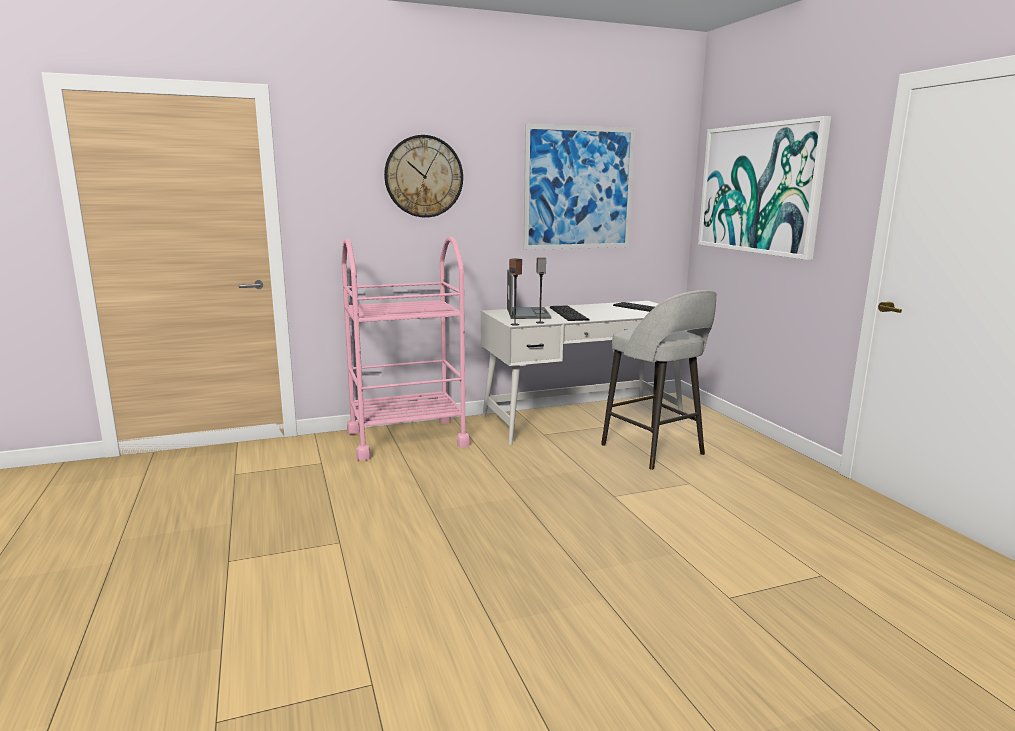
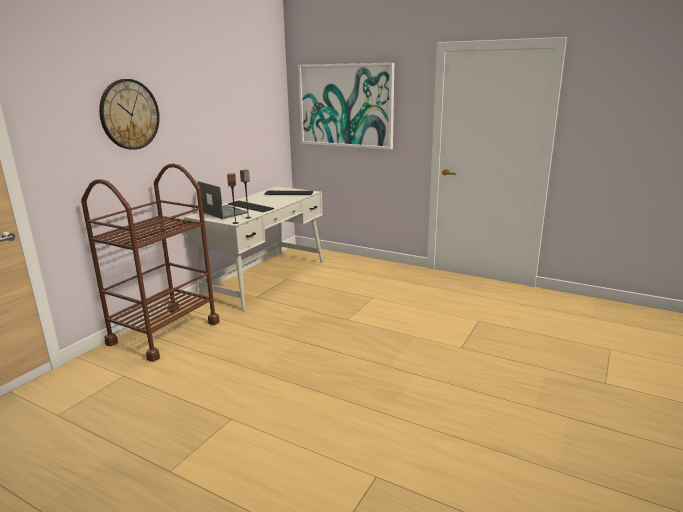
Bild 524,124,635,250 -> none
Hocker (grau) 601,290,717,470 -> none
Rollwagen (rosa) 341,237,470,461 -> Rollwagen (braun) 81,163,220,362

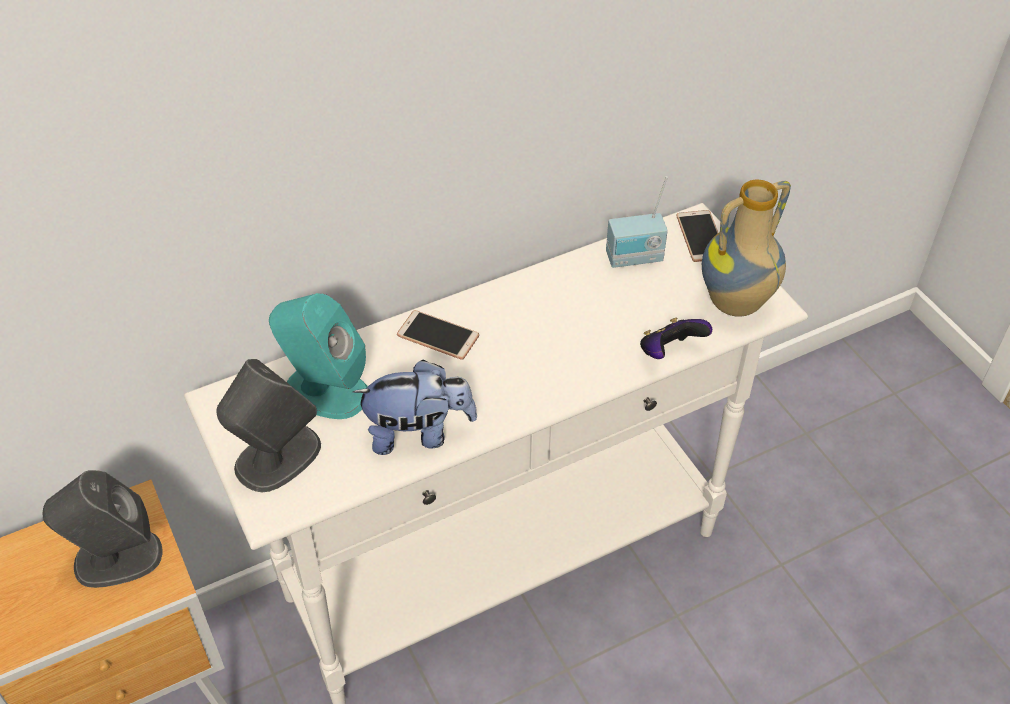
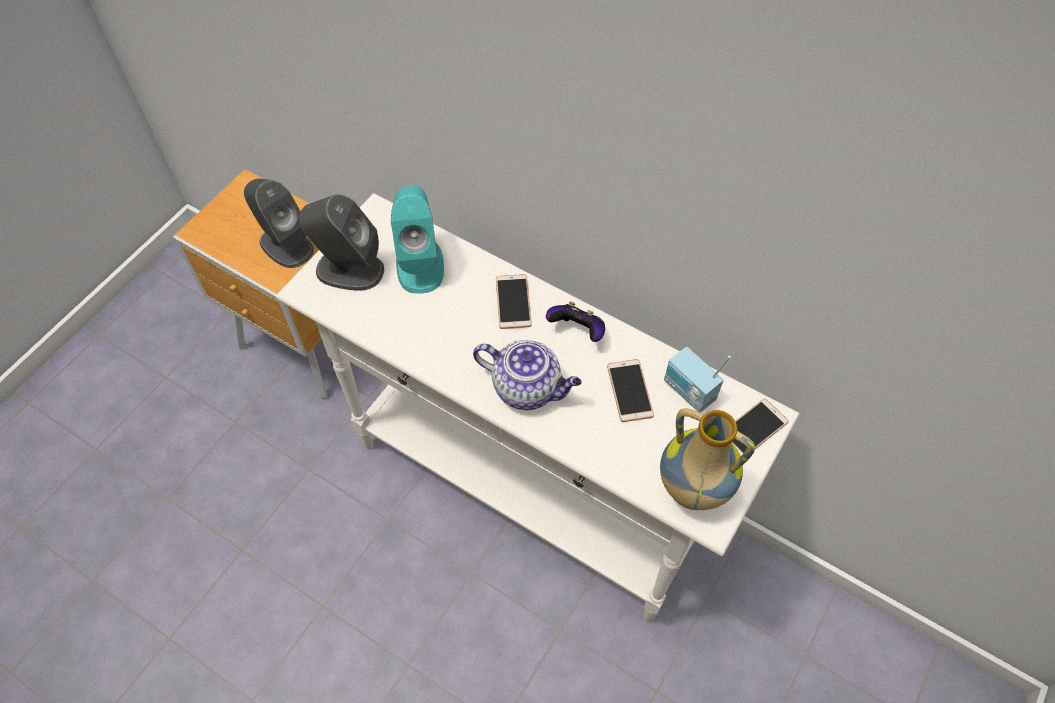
Plüschtier 353,360,477,455 -> none
none -> Teekanne 473,340,582,410
none -> Handy 607,359,654,422
Gamepad 640,317,712,359 -> Gamepad 546,302,605,342, moved

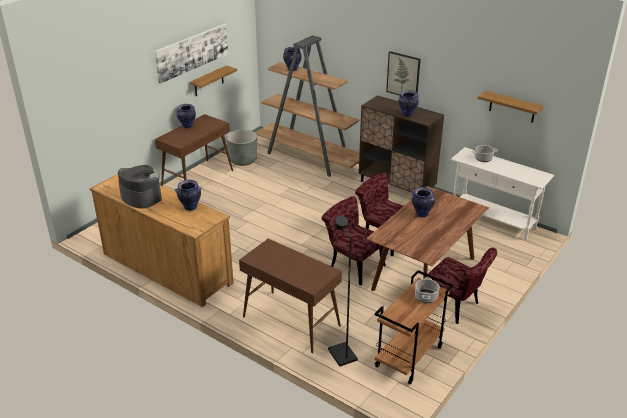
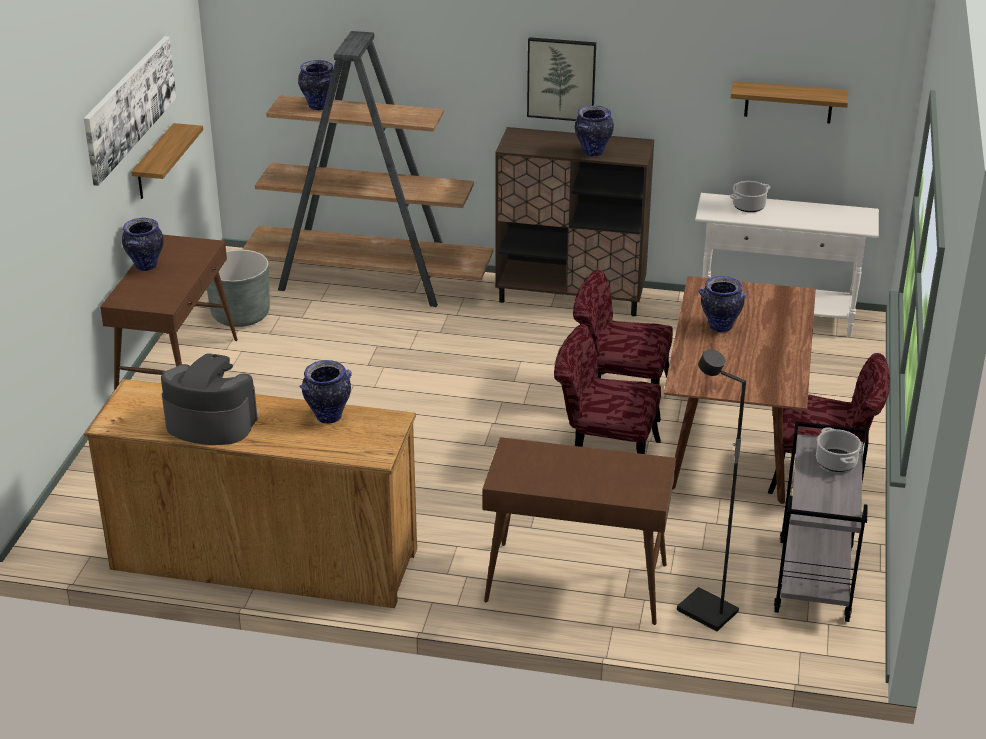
Rollwagen (braun) 374,270,454,384 -> Rollwagen (grau) 774,421,869,622

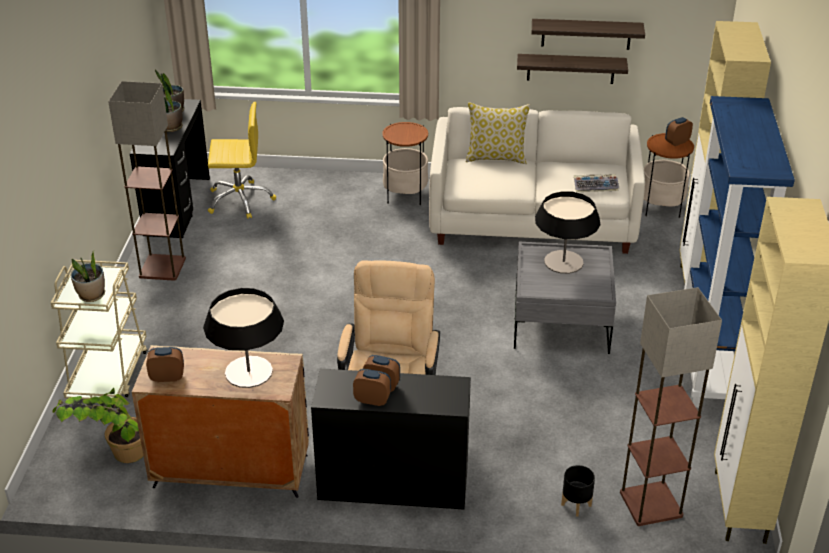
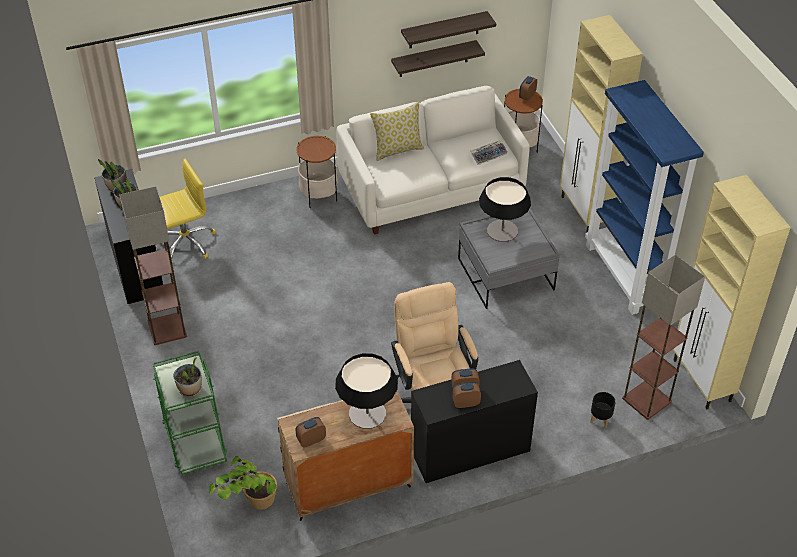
Rollwagen (beige) 51,260,148,399 -> Rollwagen (grün) 153,351,227,475

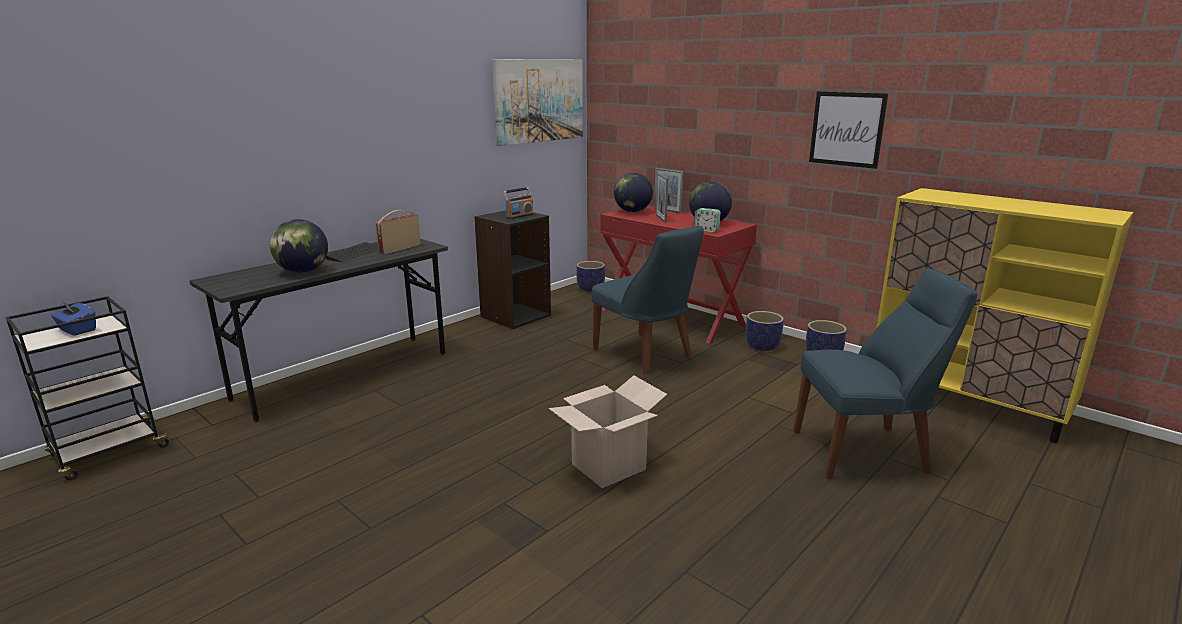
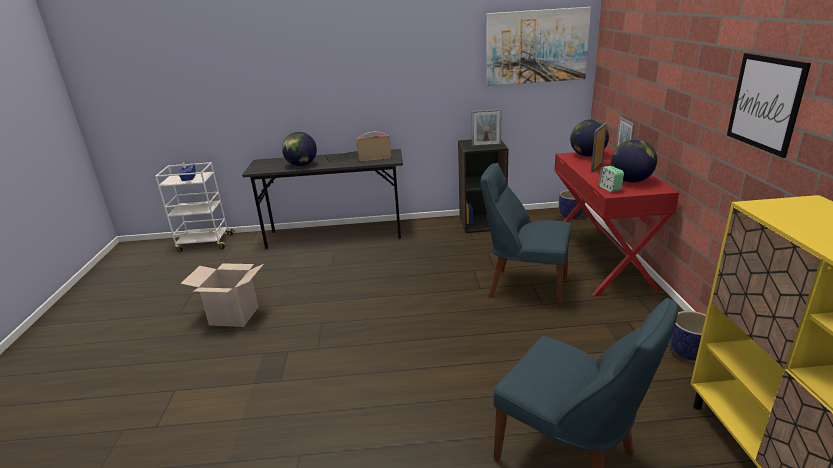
Pflanzkübel 746,311,784,351 -> none
Karton 549,375,667,488 -> Karton 180,263,264,327, moved
Radio 503,187,533,219 -> Bilderrahmen 472,109,502,147
Rollwagen (schwarz) 6,296,173,480 -> Rollwagen (weiß) 155,162,235,252
Stuhl (blau) 592,226,704,375 -> Stuhl (blau) 480,163,571,308, 105 degrees clockwise

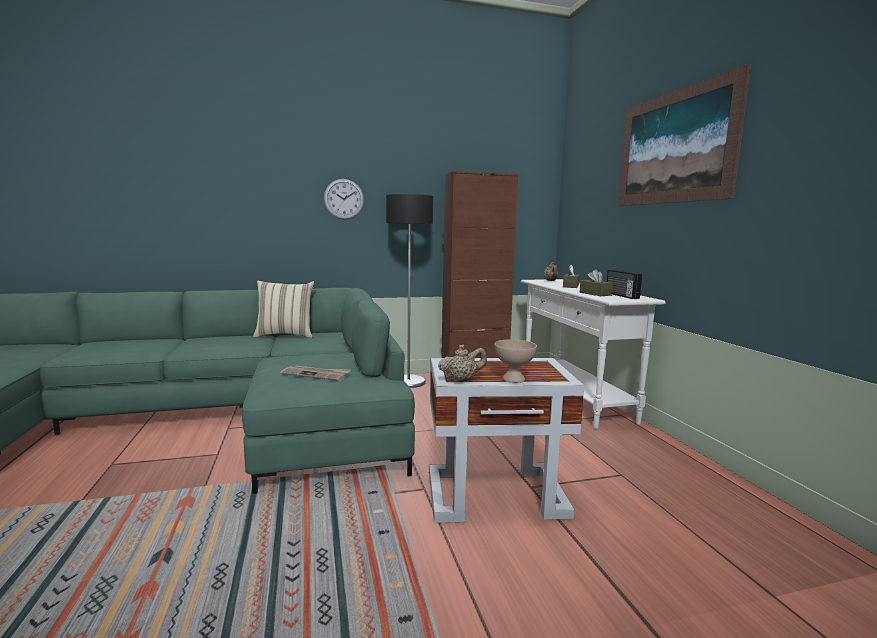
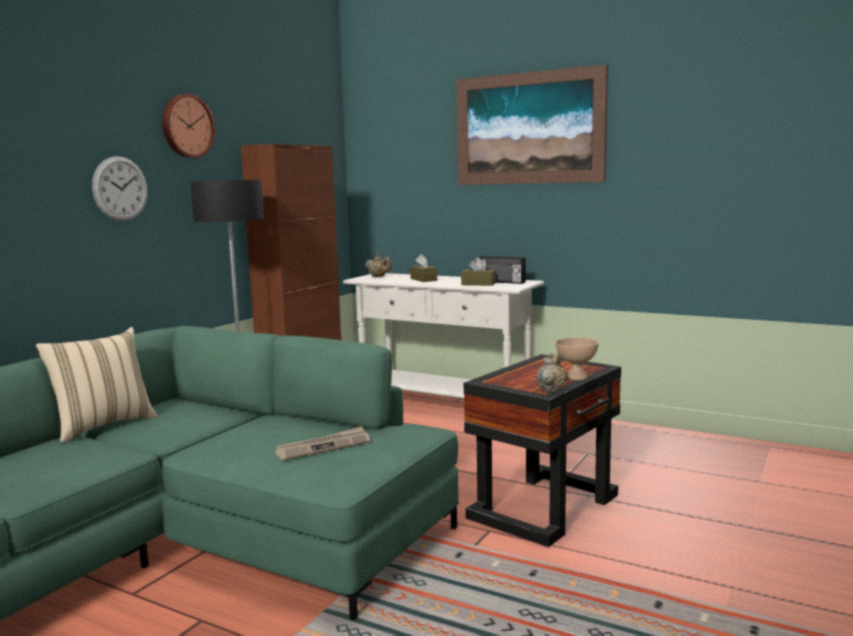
none -> Wanduhr 162,94,215,158
Beistelltisch (weiß) 429,358,584,523 -> Beistelltisch (schwarz) 464,354,621,547

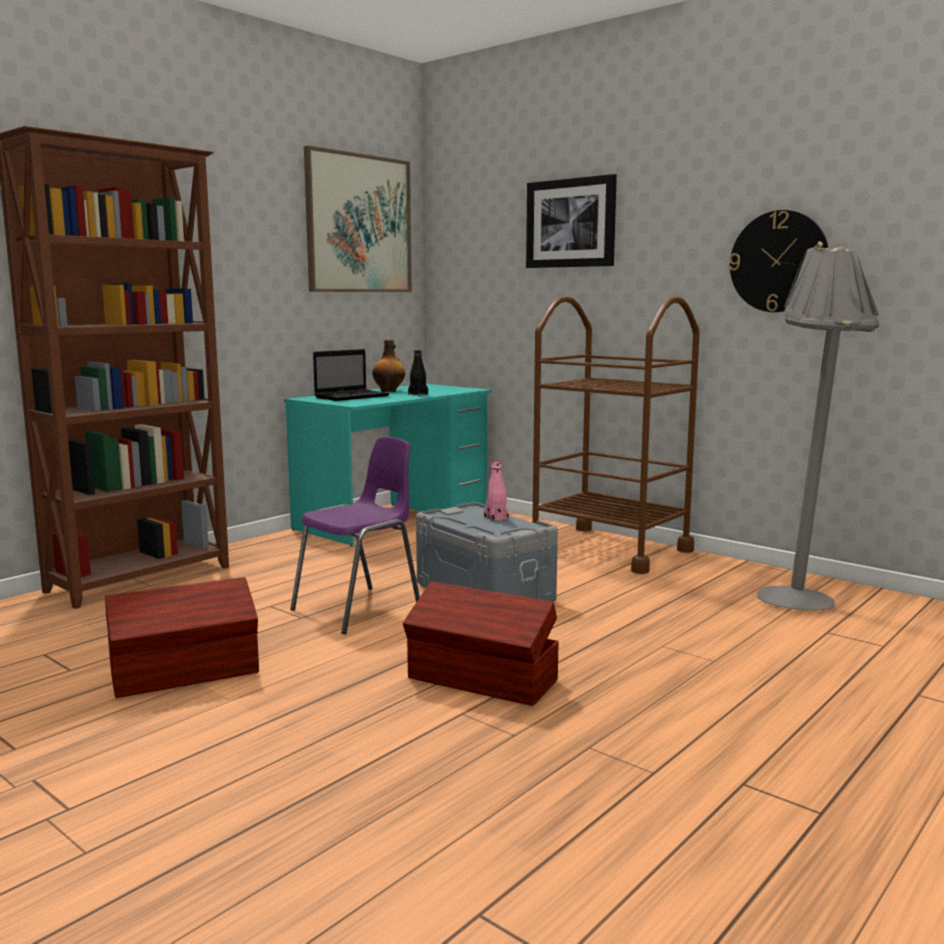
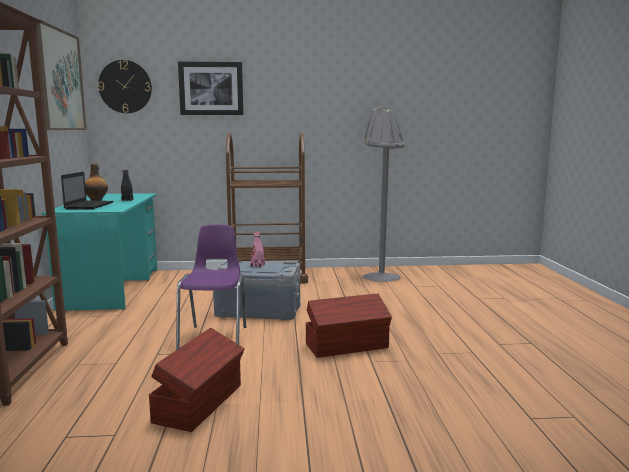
Wanduhr 729,210,828,312 -> Wanduhr 98,60,152,113, moved

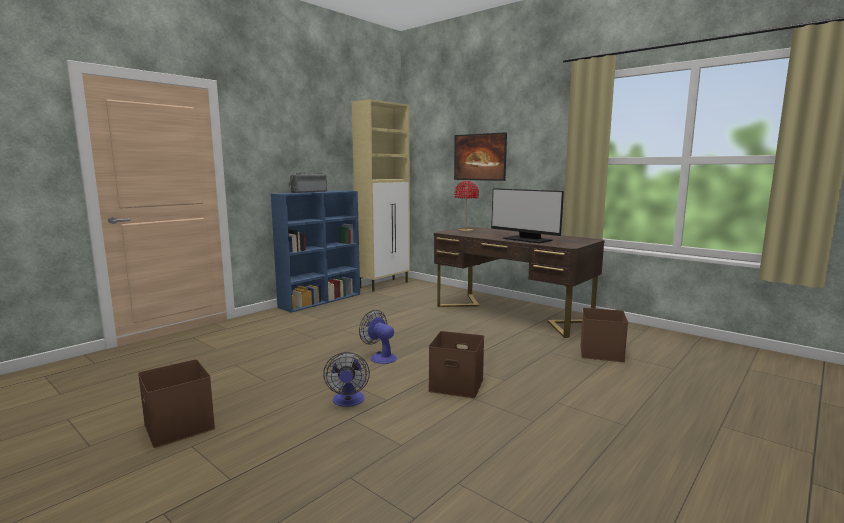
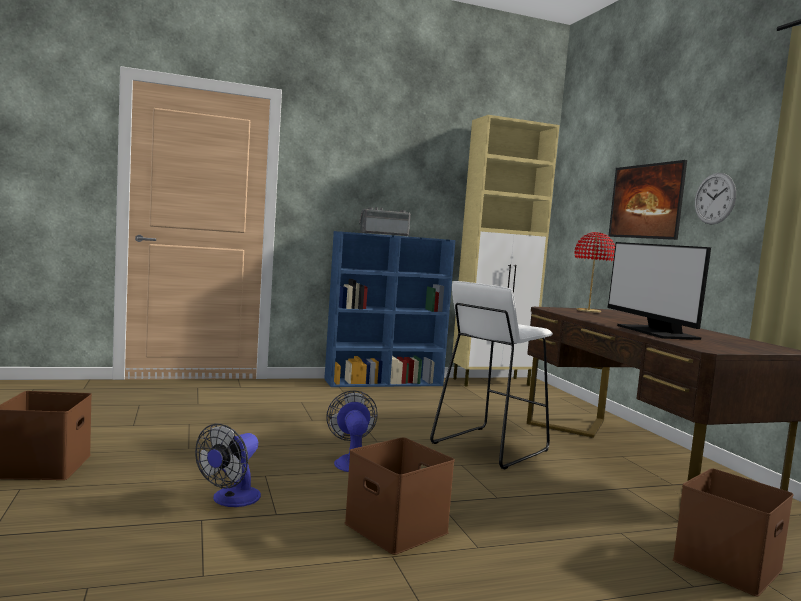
none -> Hocker (weiß) 430,281,553,470
none -> Wanduhr 695,173,736,225

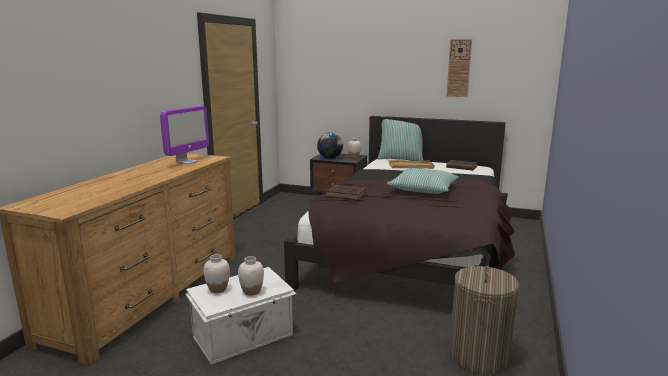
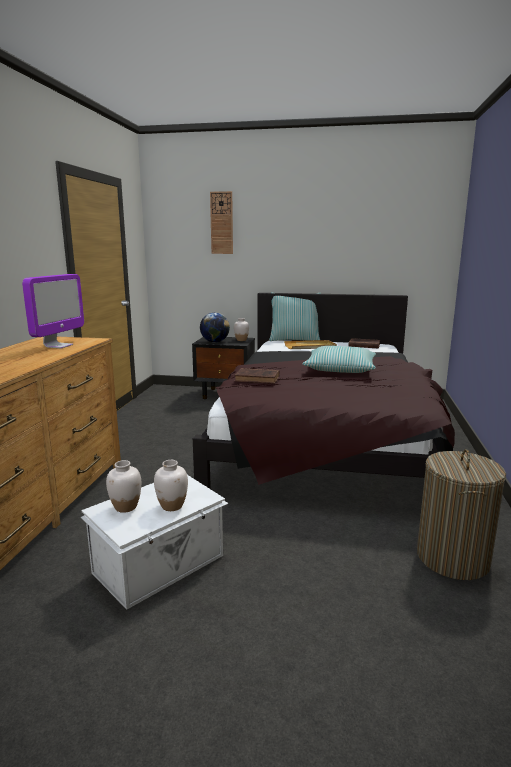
Wanduhr 447,39,472,97 -> Wanduhr 210,191,233,254, moved

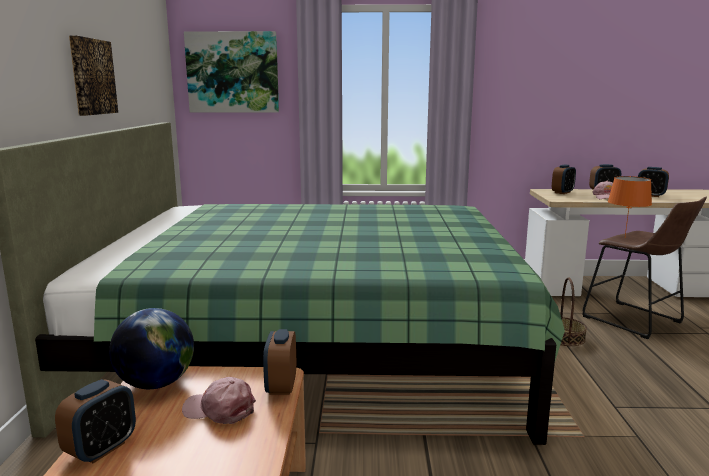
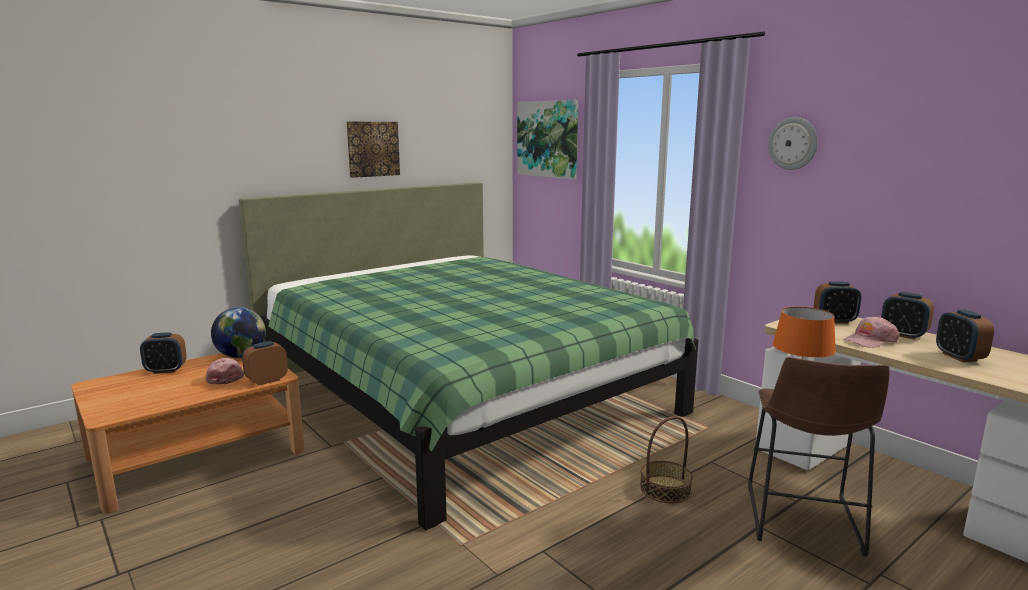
none -> Wanduhr 768,117,818,170

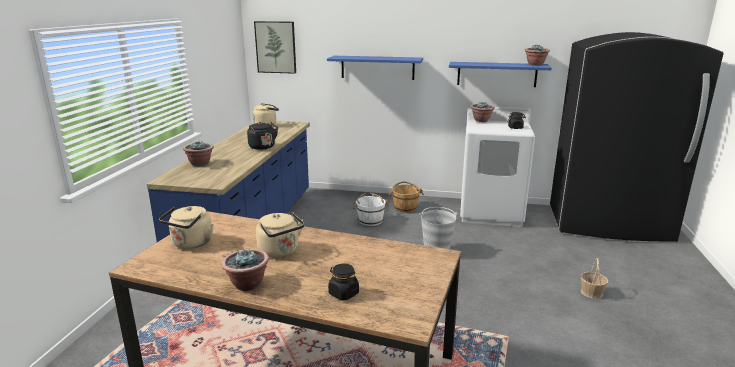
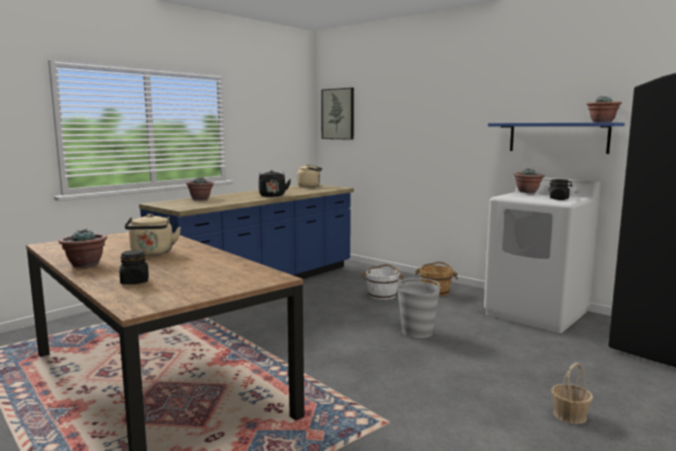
Wasserkessel (beige) 159,206,214,249 -> none
Wandregal (blau) 327,56,423,80 -> none

